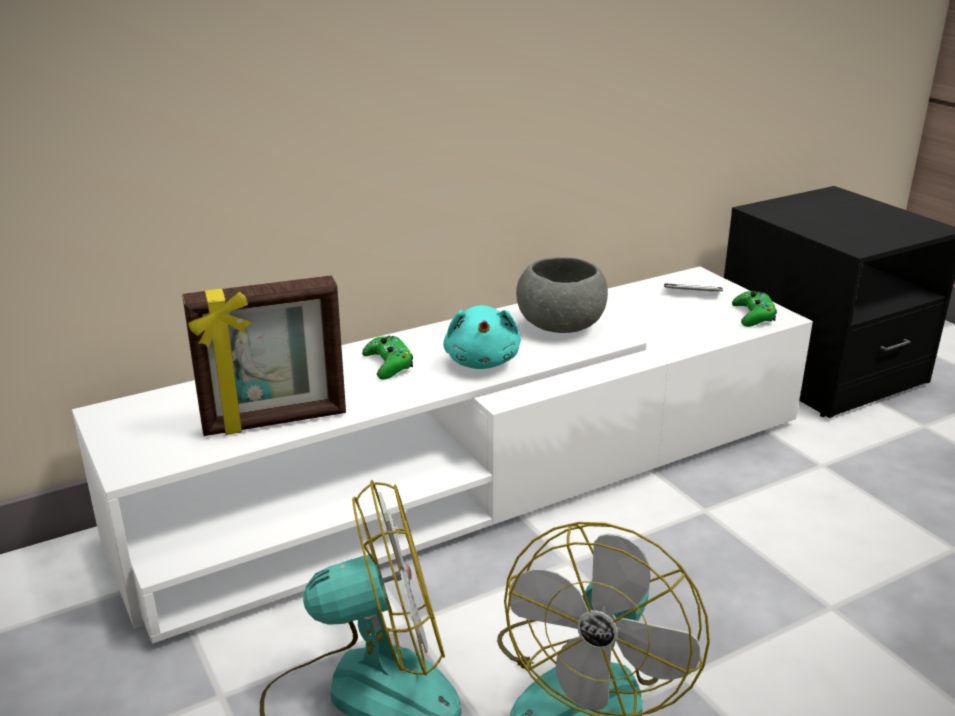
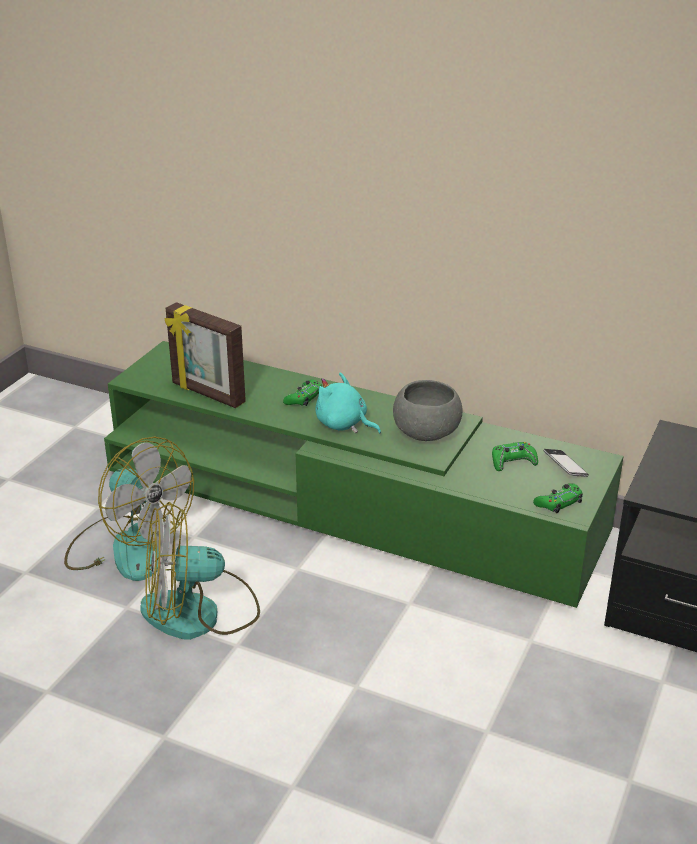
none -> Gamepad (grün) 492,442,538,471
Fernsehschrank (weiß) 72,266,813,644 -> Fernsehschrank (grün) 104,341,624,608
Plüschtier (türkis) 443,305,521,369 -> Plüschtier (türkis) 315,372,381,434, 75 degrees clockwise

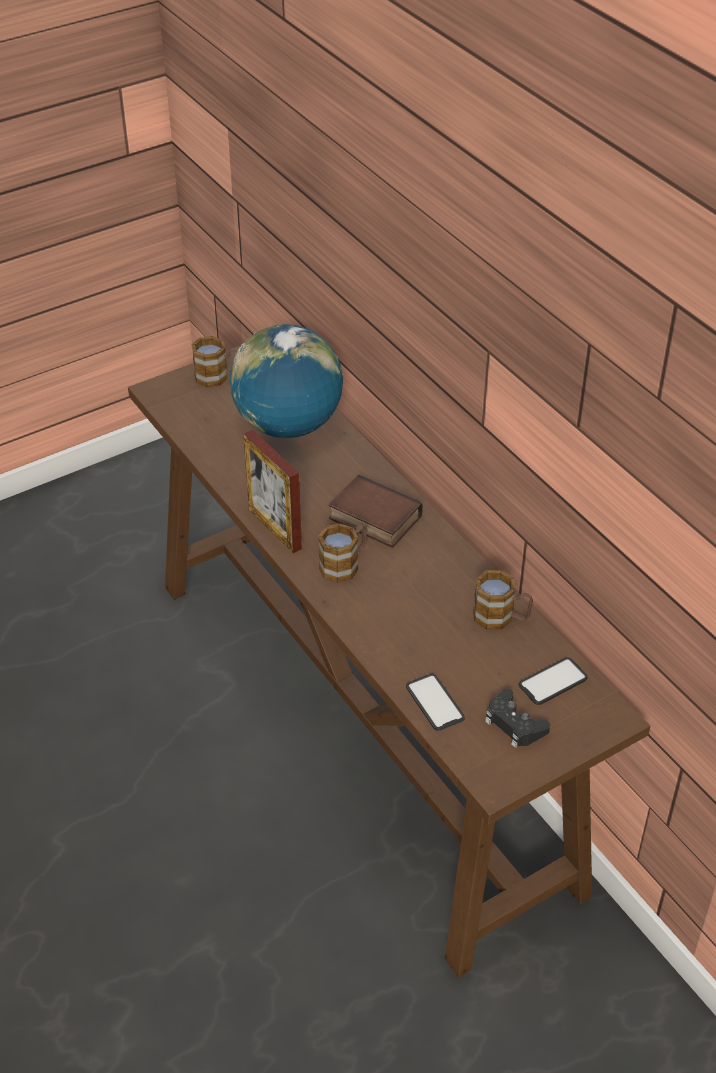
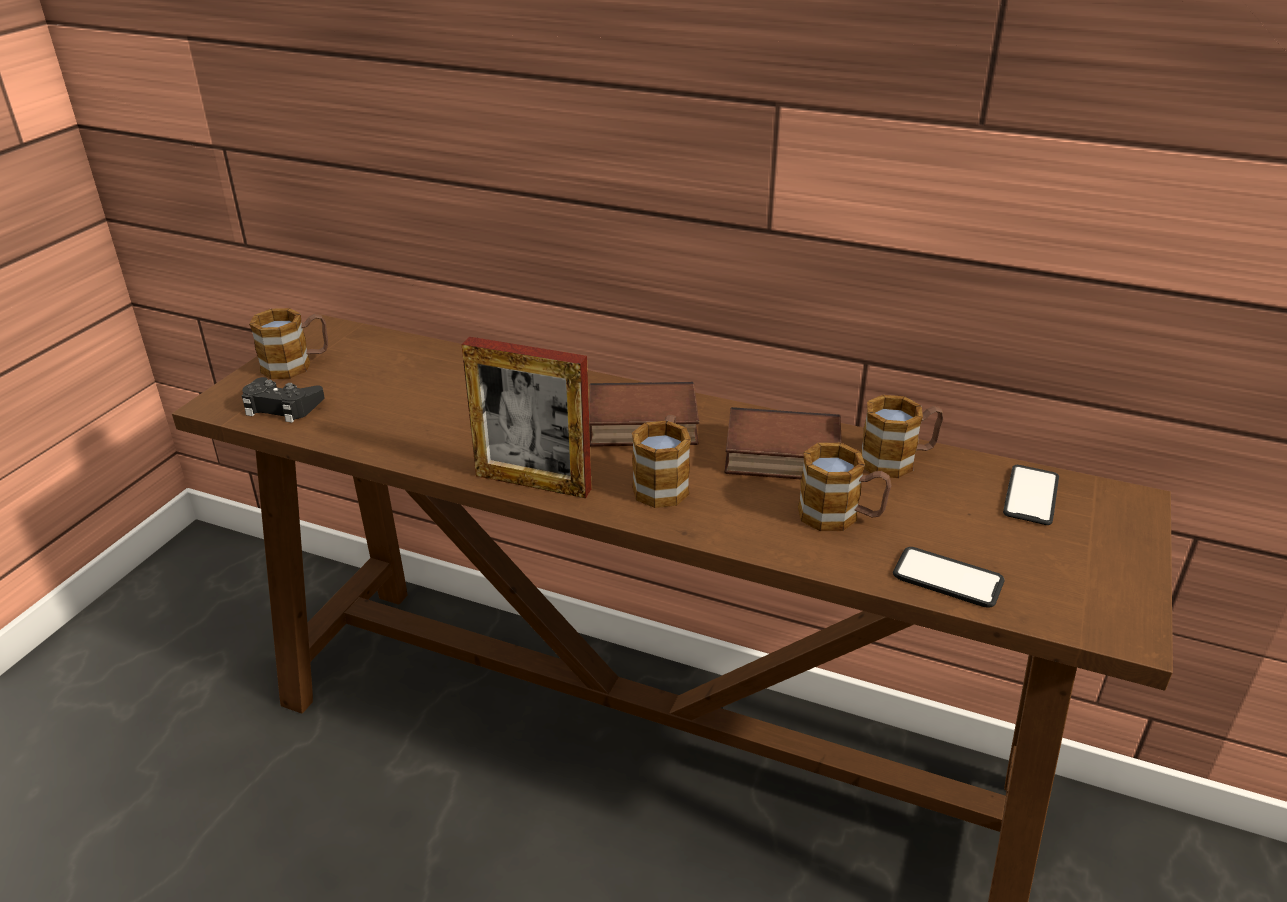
Globus 230,324,343,438 -> none
none -> Buch 724,407,842,479
none -> Henkelbecher 798,443,891,531
Gamepad (schwarz) 485,689,550,748 -> Gamepad (schwarz) 242,377,325,423, moved

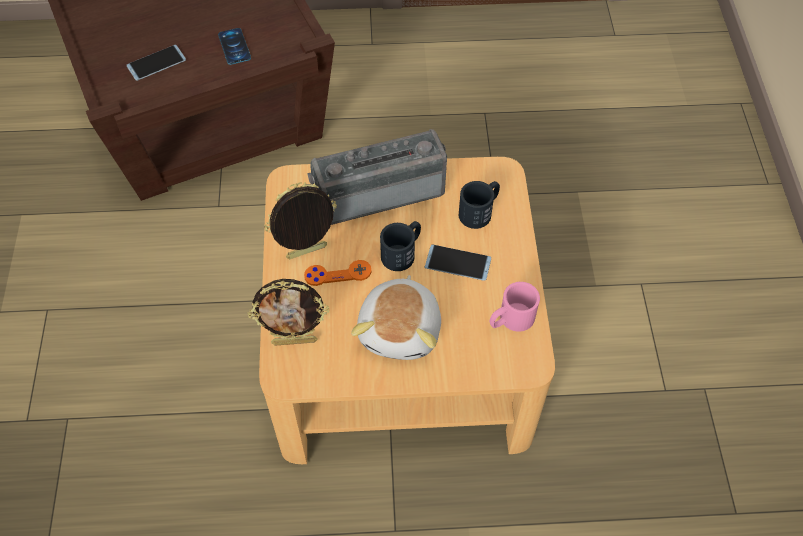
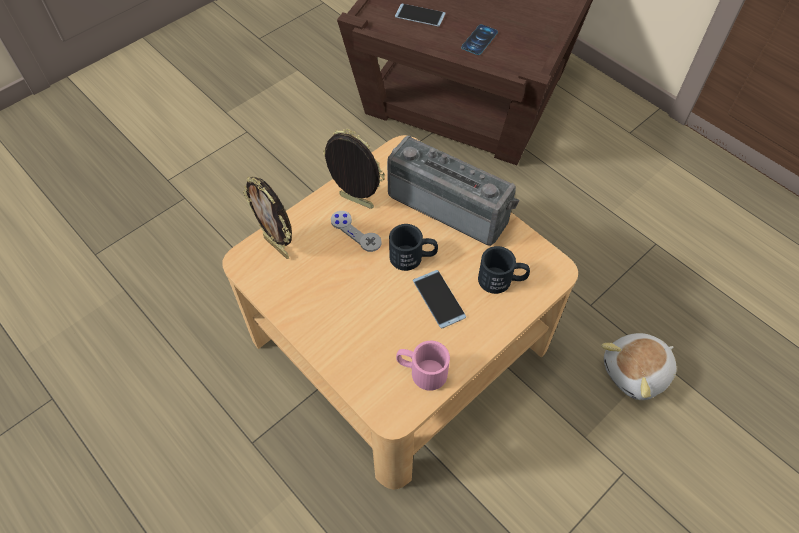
Plüschtier 351,275,441,360 -> Plüschtier 601,333,677,400, moved
Gamepad (orange) 304,260,372,286 -> Gamepad (grau) 331,211,382,252

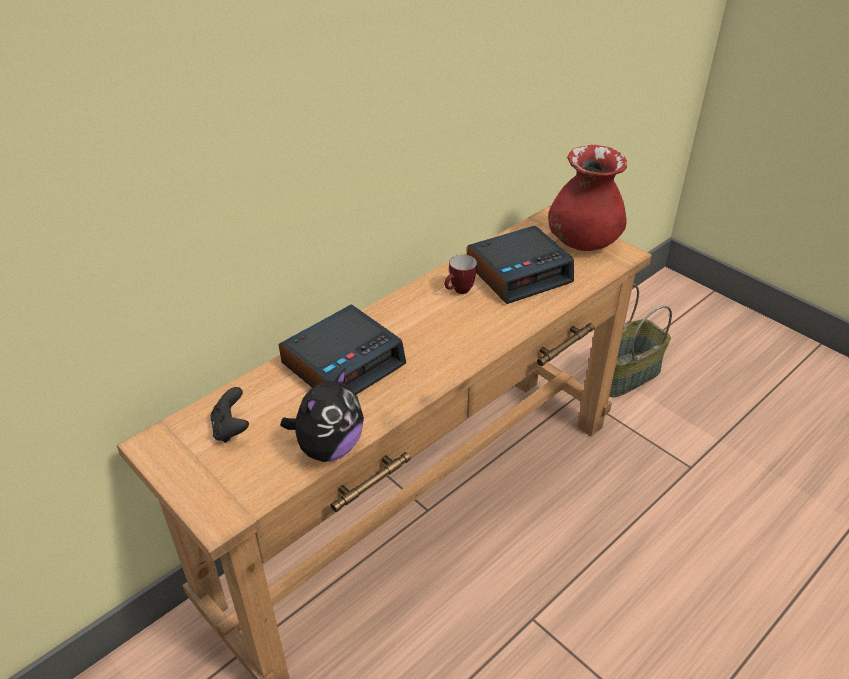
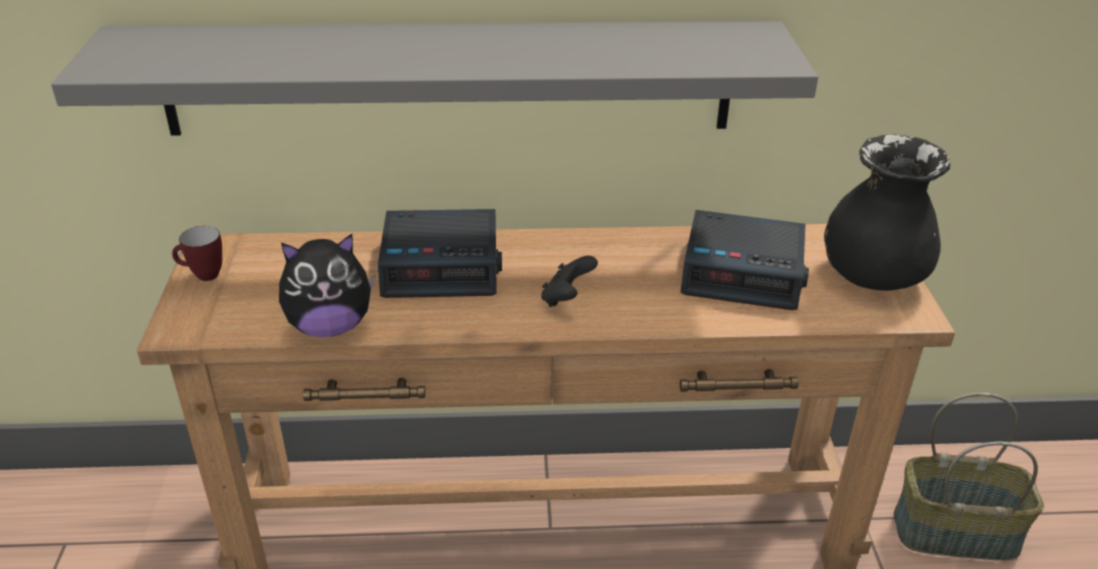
none -> Wandregal (grau) 51,21,818,136
Gamepad (schwarz) 211,387,249,443 -> Gamepad (schwarz) 541,256,598,307, moved
Henkelbecher 444,255,477,294 -> Henkelbecher 172,226,222,281, moved
Vase (rot) 548,145,627,251 -> Vase (schwarz) 824,134,950,291

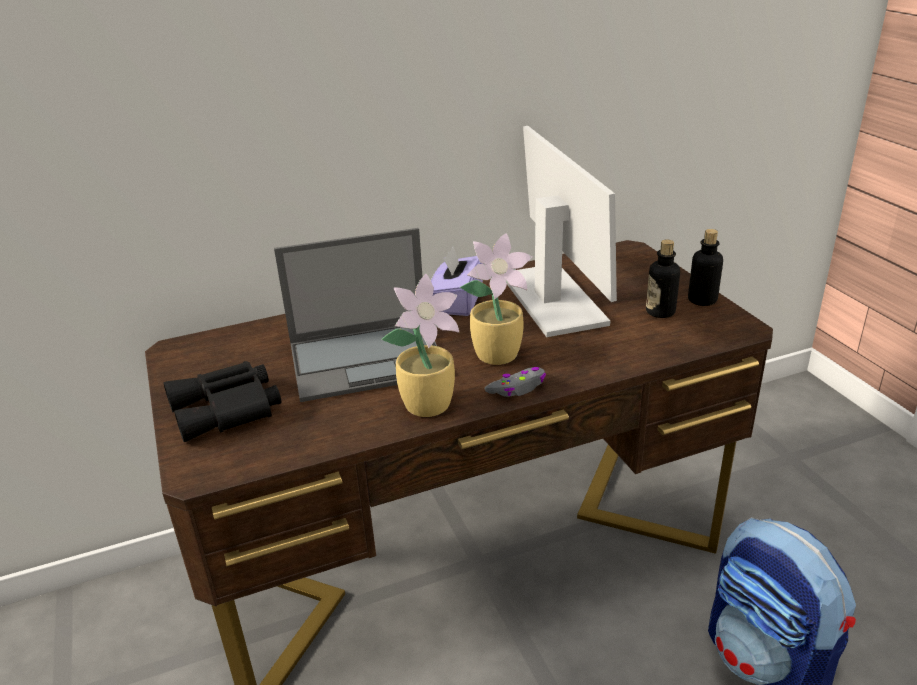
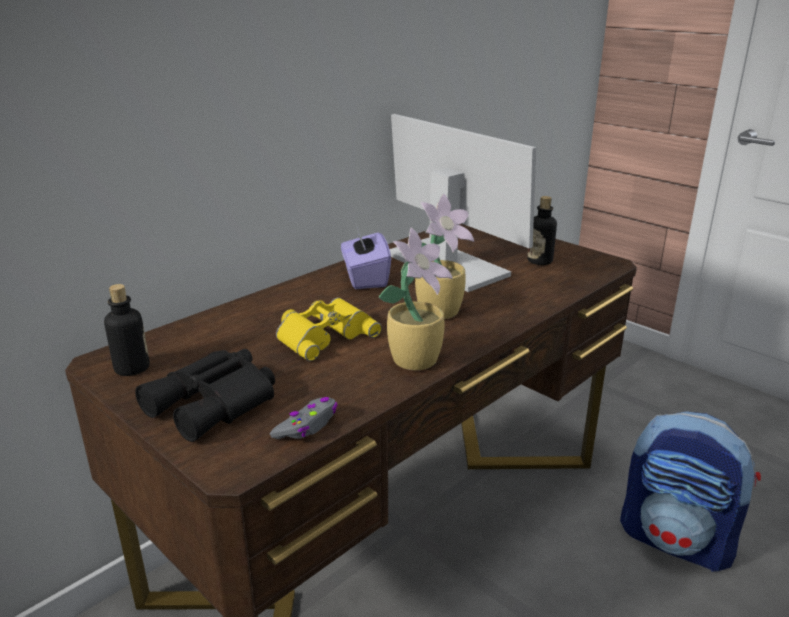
Gamepad (grau) 484,367,546,397 -> Gamepad (grau) 270,397,338,439, moved
Flasche 688,229,723,306 -> Flasche 104,284,150,376, moved
Laptop 274,228,437,402 -> Fernglas (gelb) 276,297,382,361

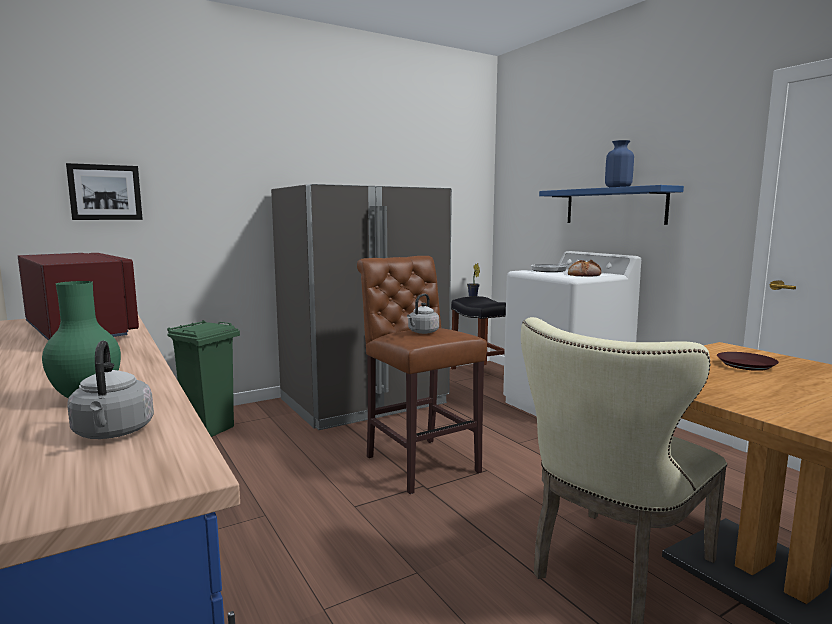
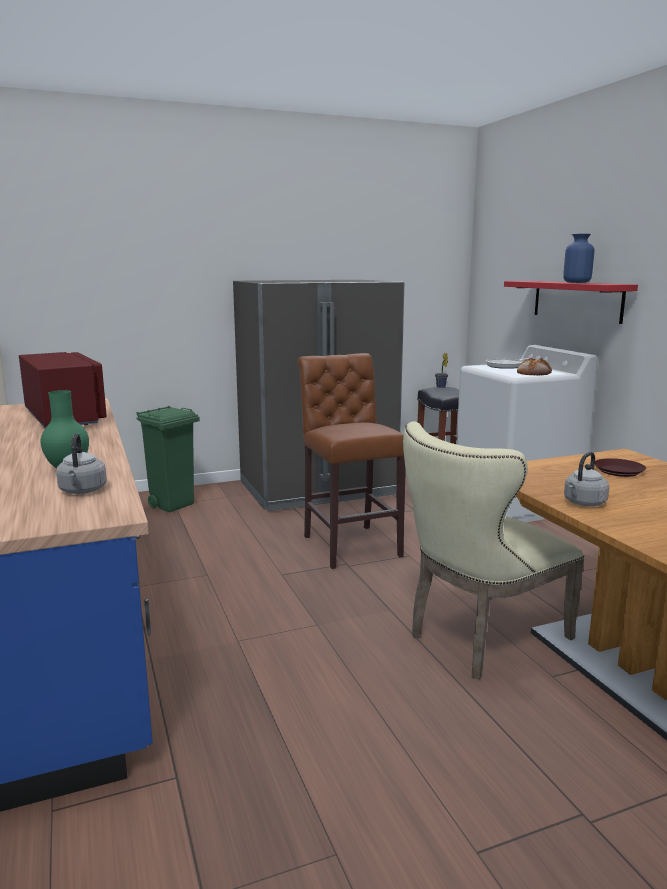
Bild 66,163,143,220 -> none
Wasserkessel (grau) 407,294,439,334 -> Wasserkessel (grau) 564,452,609,506, moved
Wandregal (blau) 539,185,684,225 -> Wandregal (rot) 504,281,638,324

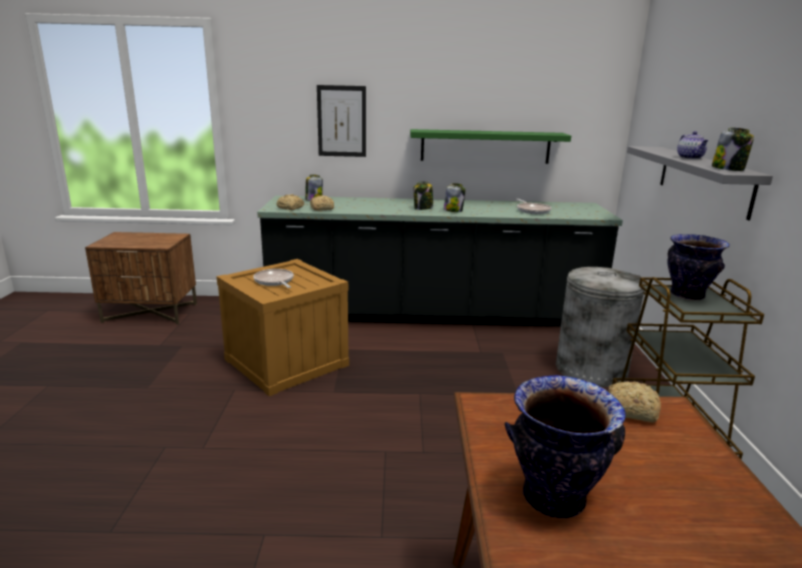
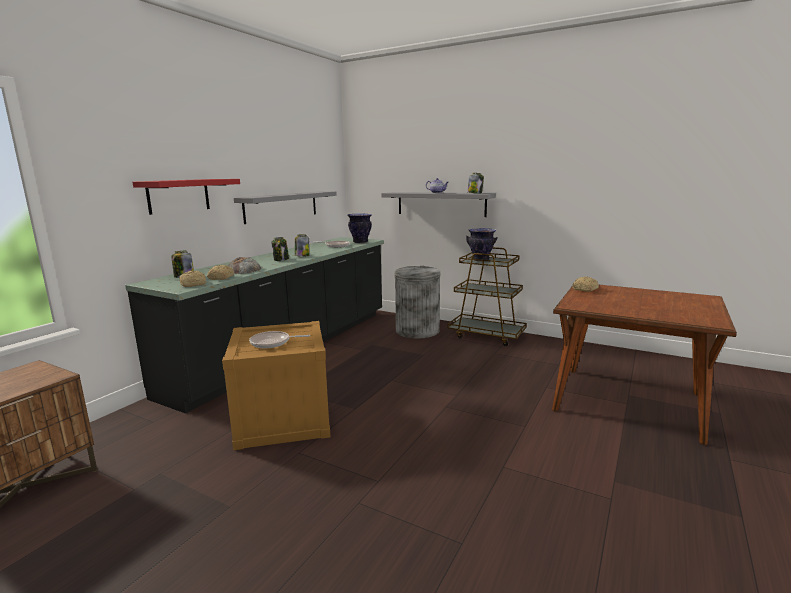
none -> Brot 228,257,261,274
Vase 505,375,626,518 -> Vase 347,213,372,243, moved
Bild 317,85,366,157 -> Wandregal (rot) 132,179,240,215
Wandregal (grün) 410,129,571,164 -> Wandregal (grau) 234,191,337,224

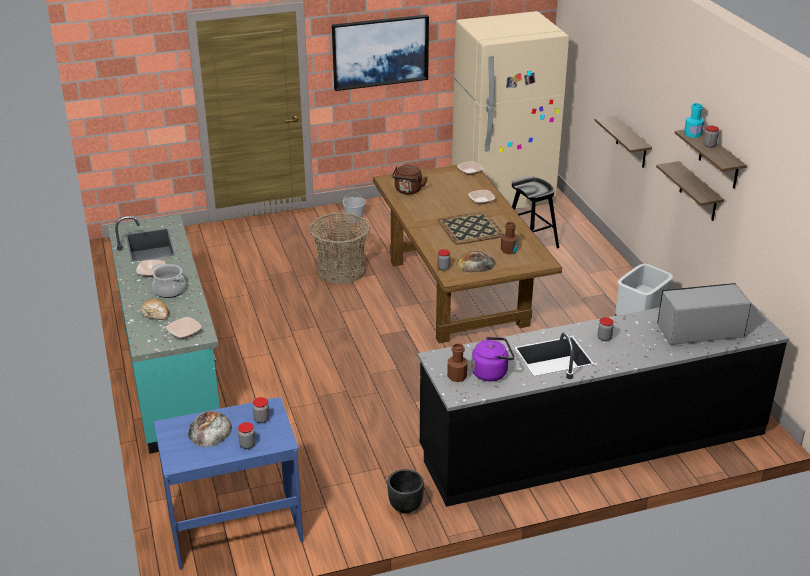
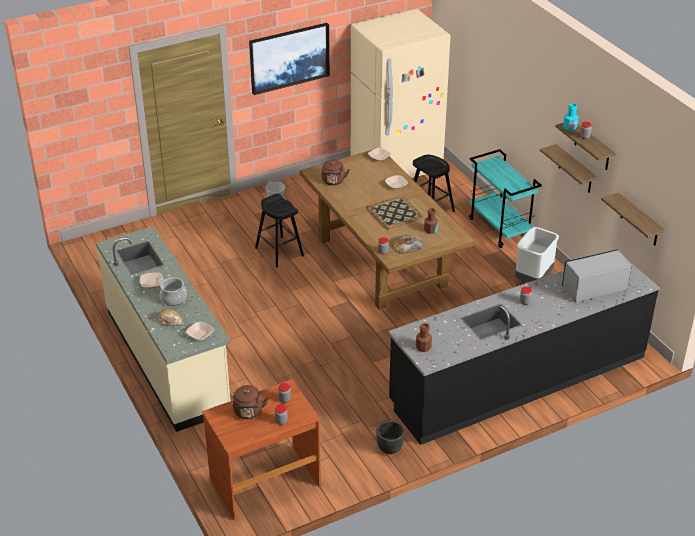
Wasserkessel (lila) 471,337,514,381 -> none
none -> Rollwagen (türkis) 469,149,542,248
Wandregal 594,116,652,168 -> Wandregal 601,192,666,246, moved
Brot 188,411,232,447 -> Wasserkessel (braun) 232,385,269,419
Korb 309,212,370,284 -> Hocker (schwarz) 255,194,304,268
Küchenzeile (türkis) 108,215,220,454 -> Küchenzeile (beige) 96,226,230,432
Schreibtisch (blau) 154,397,303,570 -> Schreibtisch (braun) 202,379,321,520

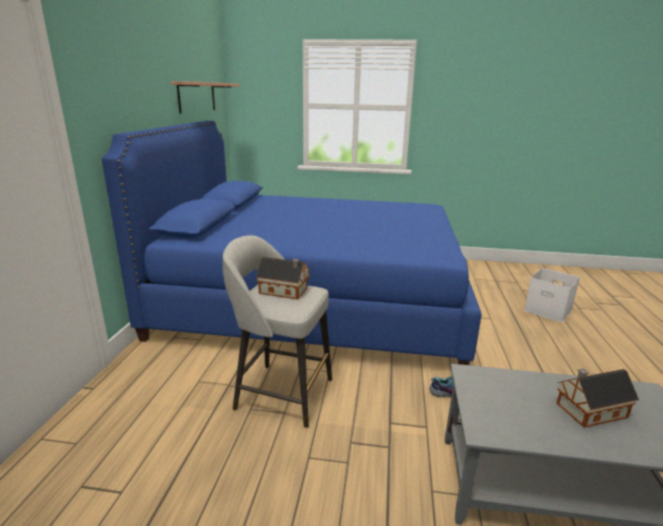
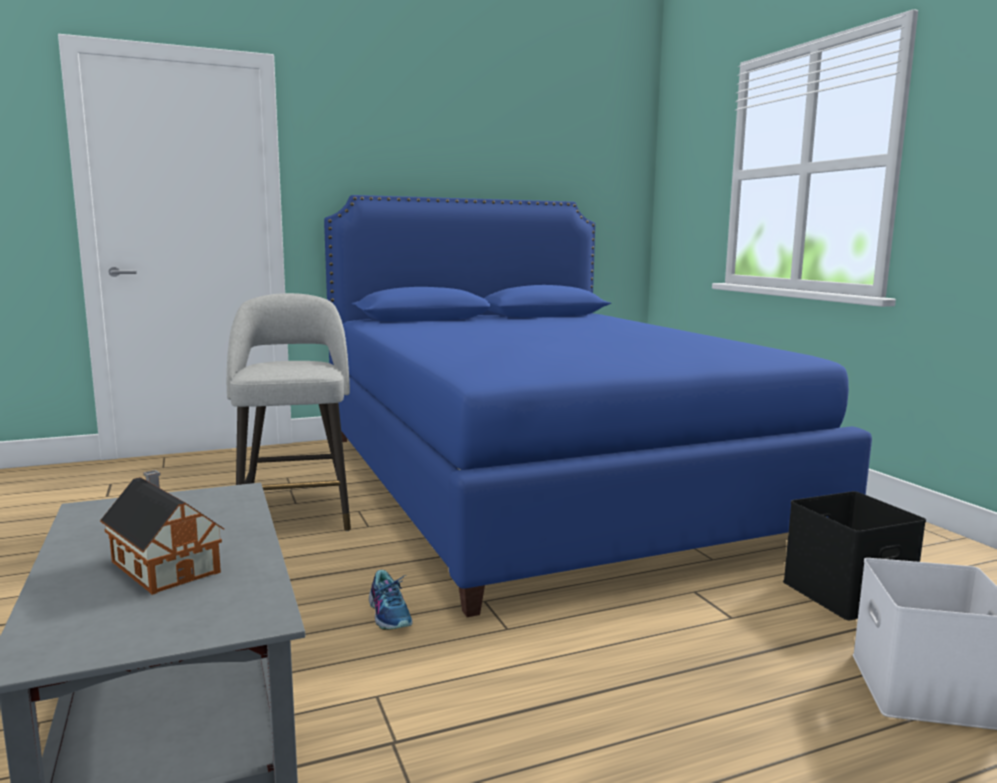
Wandregal 171,81,239,114 -> none
Spielzeughaus 256,257,310,299 -> none
none -> Aufbewahrungsbox (schwarz) 783,491,926,620

